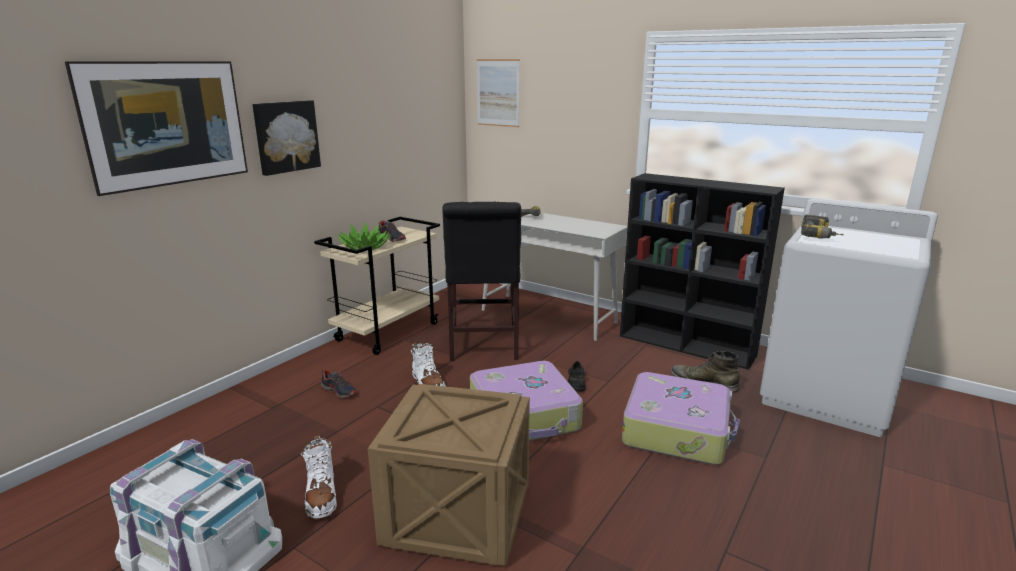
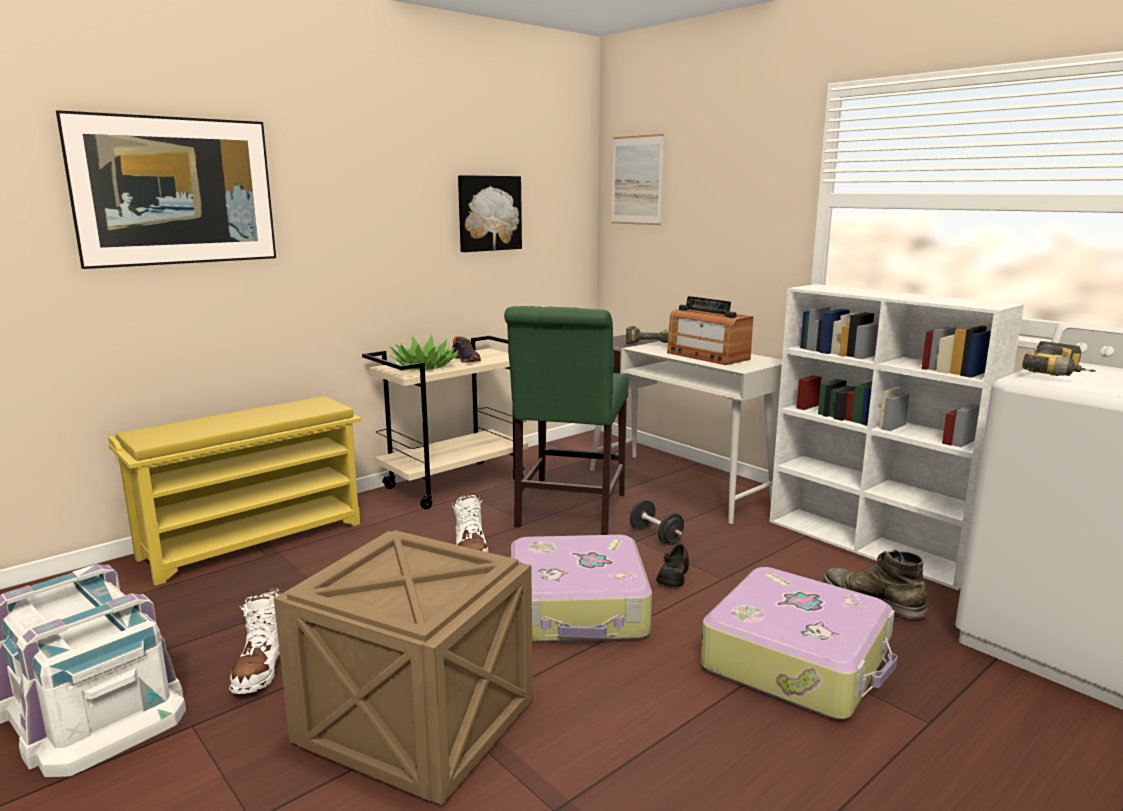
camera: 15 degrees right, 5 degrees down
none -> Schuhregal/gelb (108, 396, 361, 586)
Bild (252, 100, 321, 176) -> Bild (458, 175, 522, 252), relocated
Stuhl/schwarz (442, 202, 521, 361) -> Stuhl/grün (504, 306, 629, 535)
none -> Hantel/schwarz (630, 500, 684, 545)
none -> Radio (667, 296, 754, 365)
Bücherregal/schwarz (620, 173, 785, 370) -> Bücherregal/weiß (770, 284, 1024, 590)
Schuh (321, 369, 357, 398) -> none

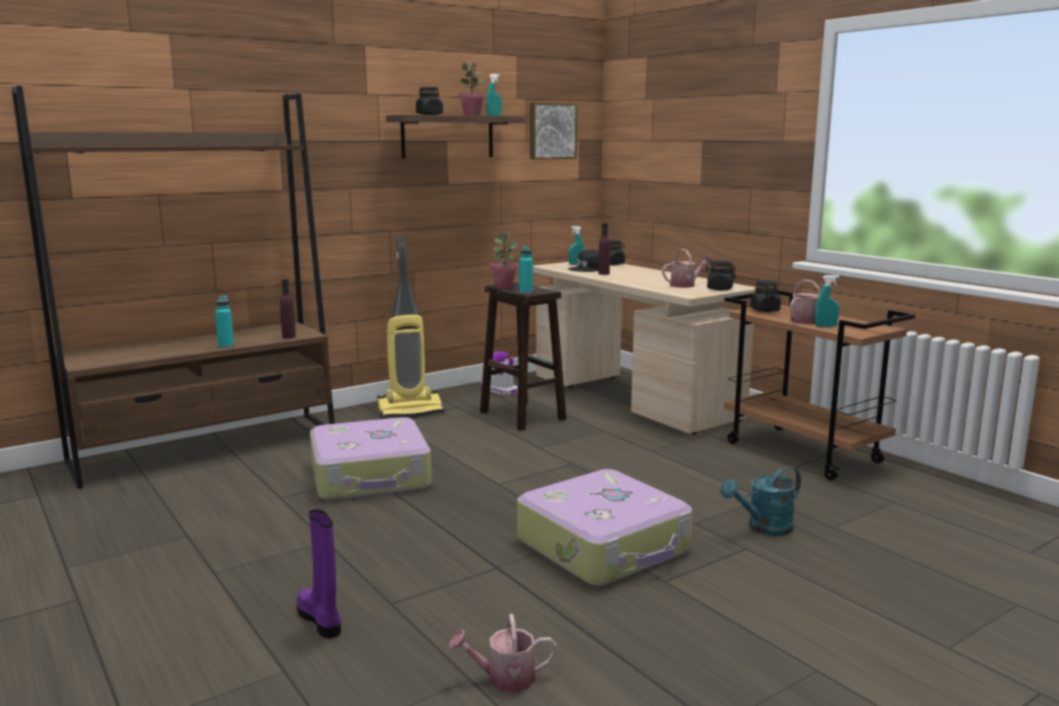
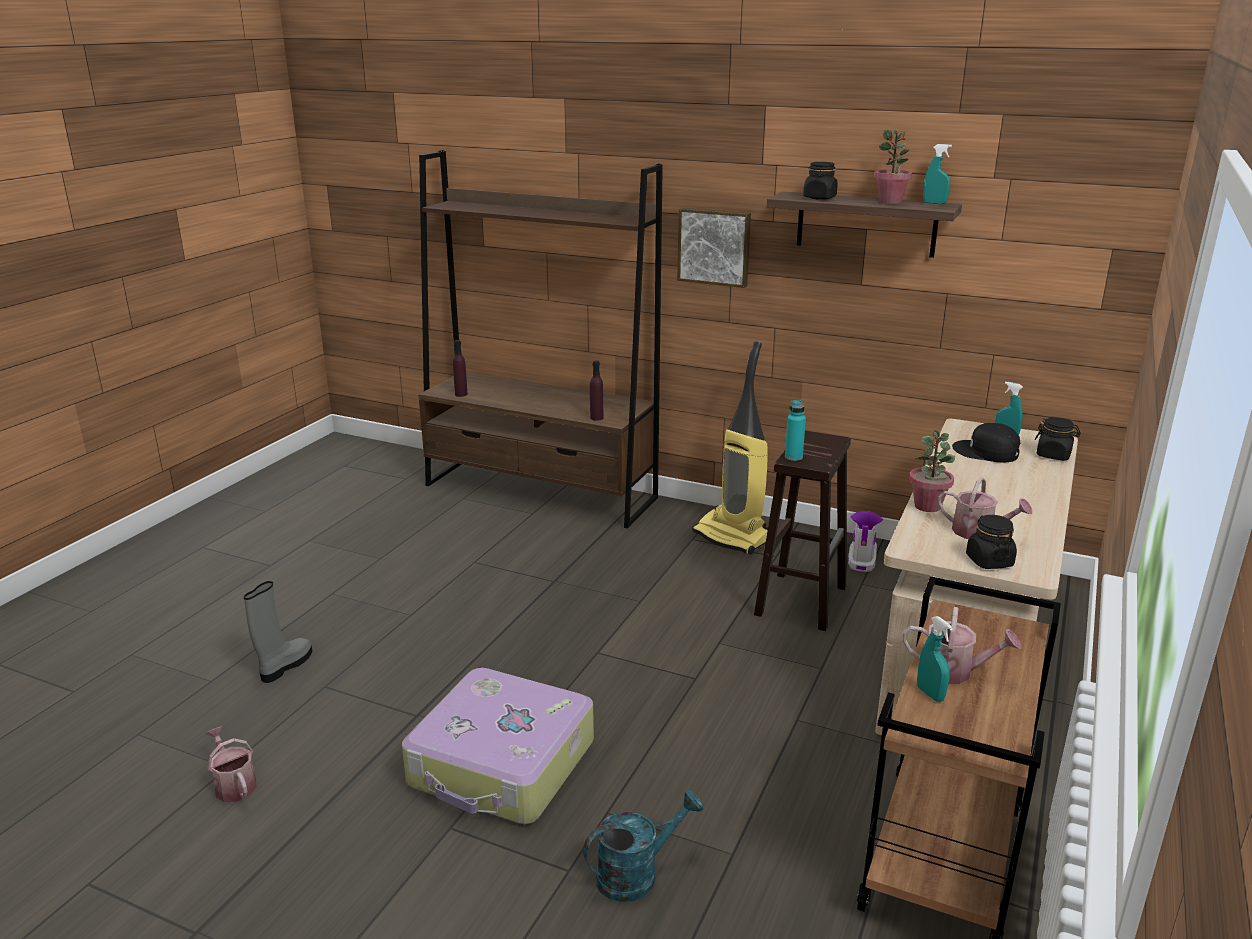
camera: 60 degrees right, 10 degrees up
Stiefel/lila (296, 509, 341, 638) -> Stiefel/grau (244, 581, 312, 683)
Flasche/lila (598, 223, 610, 275) -> Flasche/lila (453, 340, 467, 397), relocated
Gießkanne/türkis (720, 466, 801, 536) -> Gießkanne/türkis (583, 789, 704, 902), 120 degrees clockwise
Bild (530, 103, 578, 160) -> Bild (677, 208, 751, 288), relocated
Topfpflanze (490, 233, 518, 288) -> Topfpflanze (909, 430, 955, 512), relocated
Flasche/türkis (215, 295, 234, 348) -> none
Koffer (310, 417, 432, 500) -> none
Vorratsglas/schwarz (750, 280, 781, 312) -> none

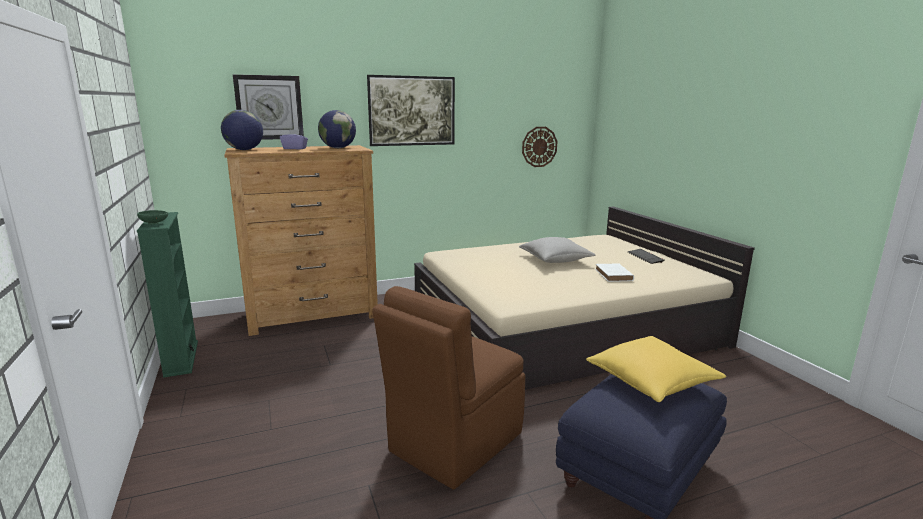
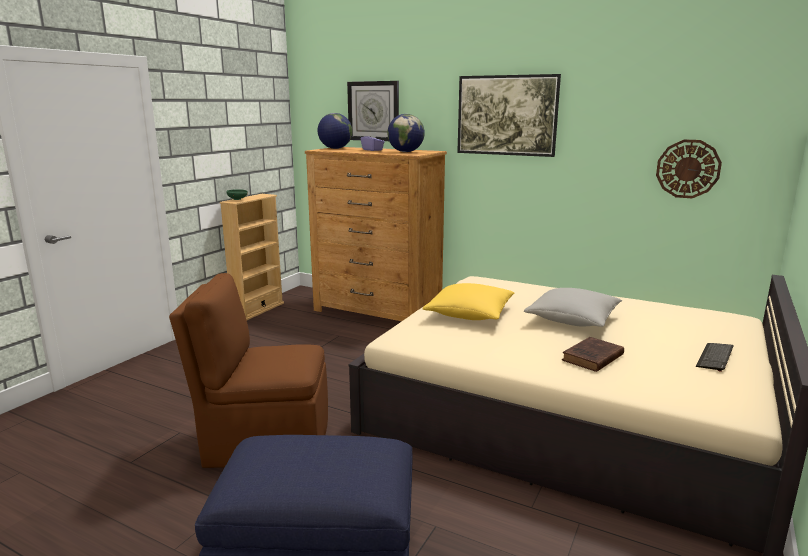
camera: 50 degrees right, 0 degrees up
Bücherregal/grün (137, 212, 198, 378) -> Bücherregal/beige (220, 194, 284, 320)
Kissen/gelb (586, 336, 726, 402) -> Kissen/gelb (423, 283, 514, 320), relocated
Buch/weiß (595, 263, 634, 282) -> Buch/braun (562, 337, 624, 372)

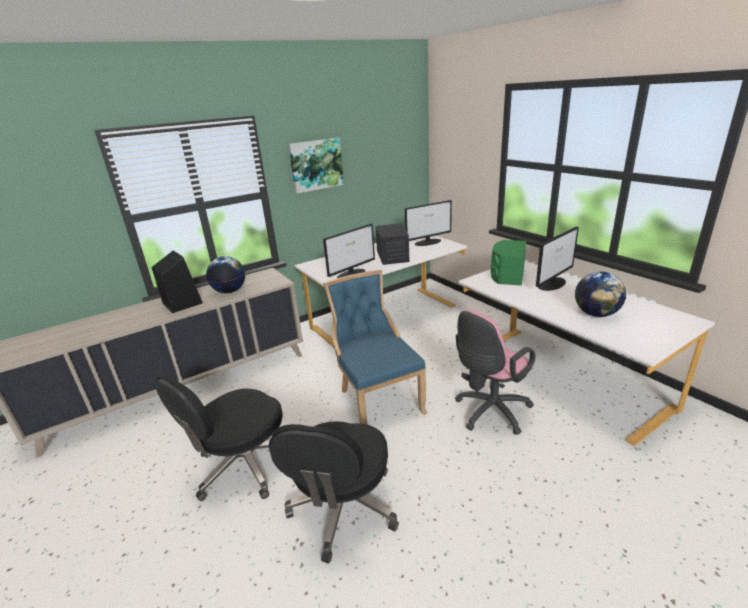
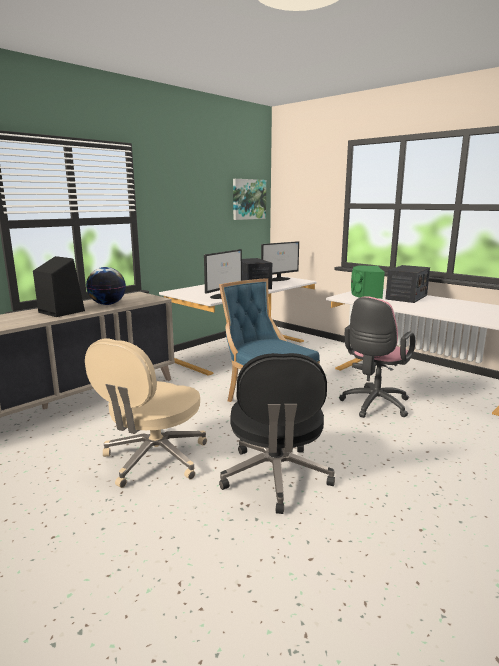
camera: 15 degrees left, 10 degrees down
Bürostuhl/schwarz (155, 374, 283, 501) -> Bürostuhl/beige (85, 339, 207, 488)
Bild (288, 138, 344, 193) -> Bild (233, 179, 266, 220), relocated
Monitor (536, 227, 579, 291) -> Radio (386, 265, 430, 303)
Globus (575, 271, 626, 317) -> none

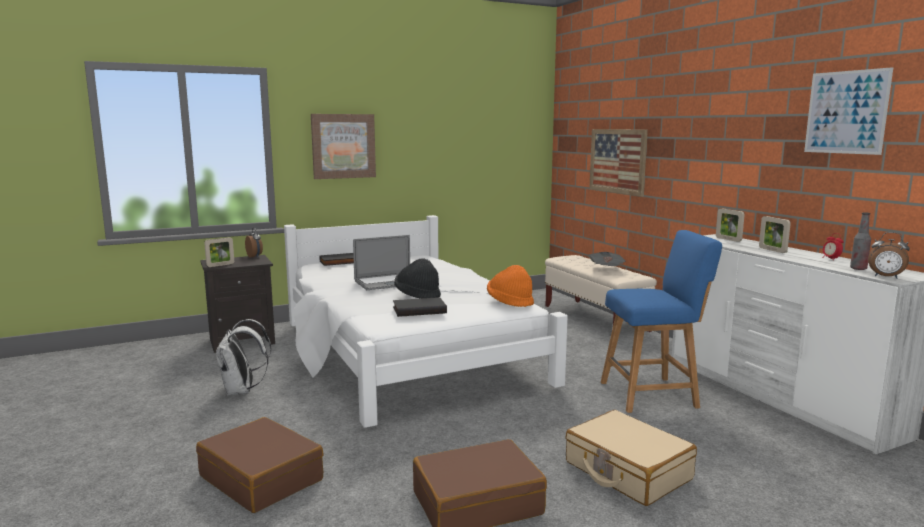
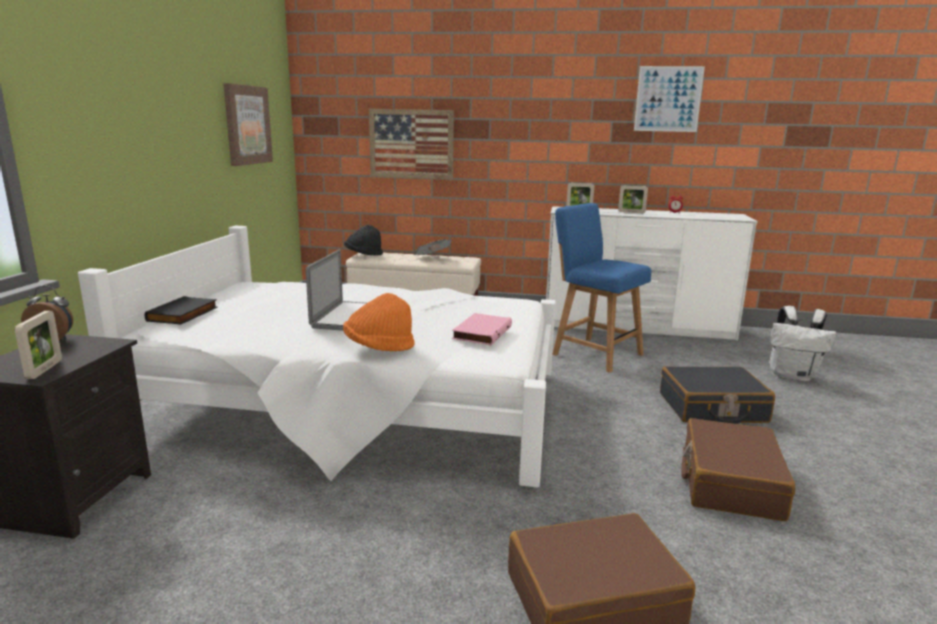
camera: 55 degrees left, 5 degrees up
Bild (311, 114, 376, 179) -> Bild (223, 83, 273, 166), relocated
Hut/orange (487, 265, 534, 307) -> Hut/orange (343, 293, 415, 351), relocated
Hut/schwarz (394, 258, 441, 298) -> Hut/schwarz (344, 225, 383, 256), relocated
Buch/schwarz (393, 297, 447, 317) -> Buch/rosa (452, 313, 512, 346)
Stuhl/blau (601, 230, 722, 413) -> Stuhl/blau (552, 203, 651, 373), 75 degrees counterclockwise
Koffer/beige (565, 410, 697, 506) -> Koffer/schwarz (660, 366, 775, 424)
Rucksack/weiß (216, 319, 271, 396) -> Rucksack/weiß (769, 306, 836, 382), relocated
Flasche (850, 212, 871, 270) -> none
Wecker (868, 232, 910, 279) -> none

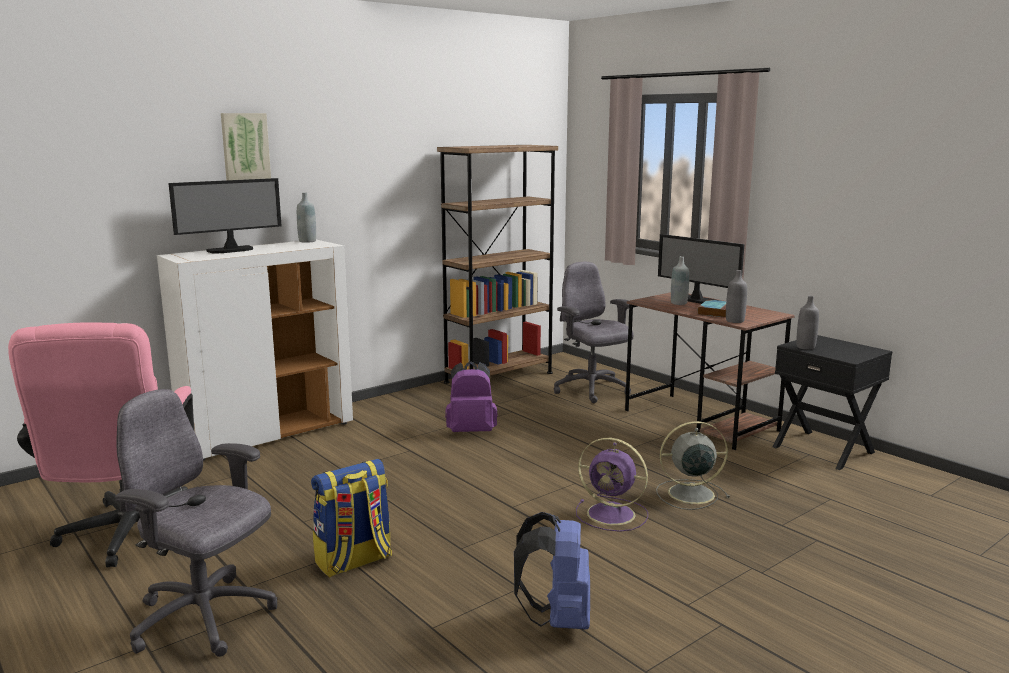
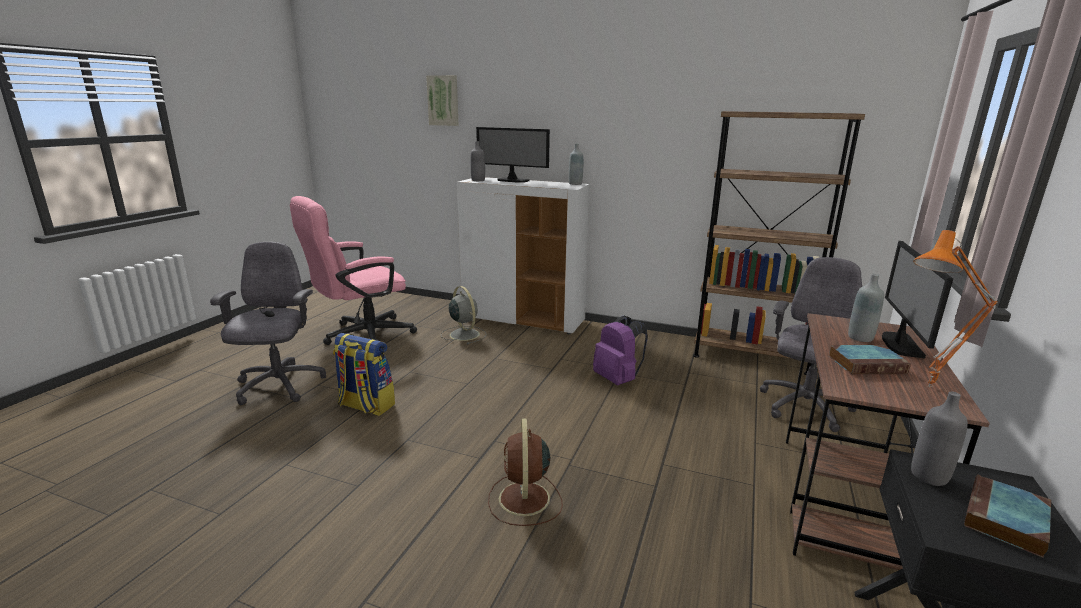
camera: 60 degrees right, 5 degrees up
Bild (221, 113, 271, 180) -> Bild (426, 75, 459, 126), relocated
Ventilator/grau (656, 421, 730, 510) -> Ventilator/grau (441, 286, 487, 344), relocated
Flasche/grau (726, 270, 747, 323) -> Flasche/grau (471, 141, 485, 181), relocated
Ventilator/lila (576, 438, 648, 532) -> Ventilator/braun (488, 418, 563, 526)
none -> Tischlampe/orange (913, 230, 998, 387)
none -> Buch (964, 474, 1051, 558)
Rucksack/blau (514, 512, 590, 630) -> none

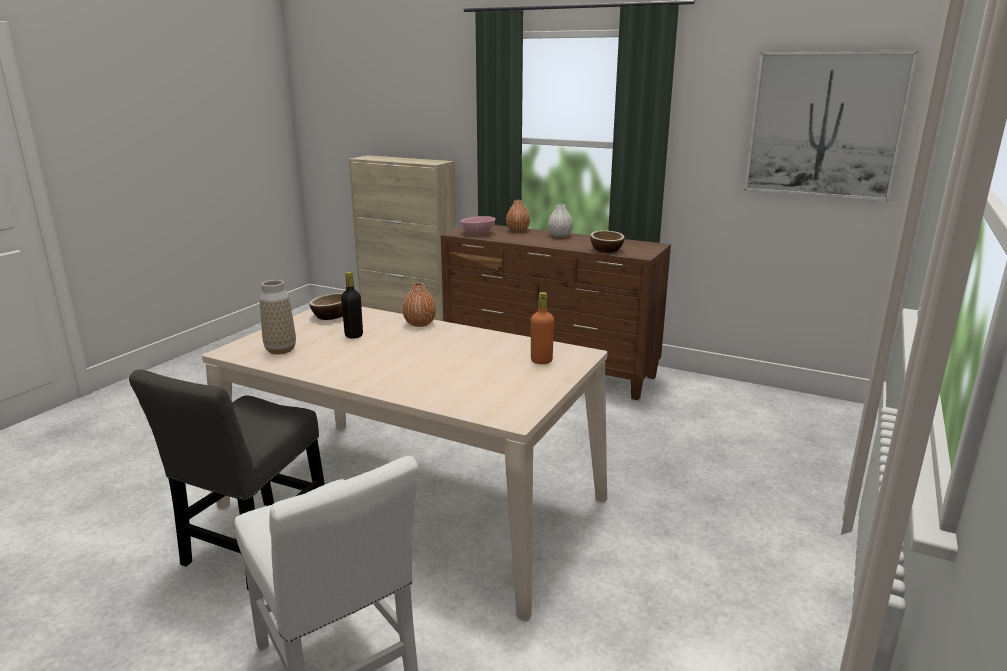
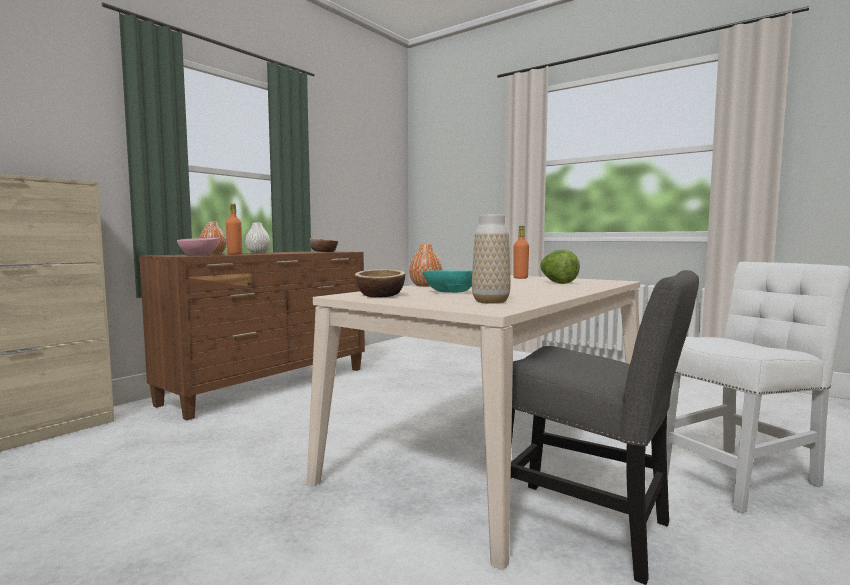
camera: 80 degrees left, 15 degrees down
none -> Flasche/orange (226, 204, 242, 255)
Flasche/schwarz (341, 272, 363, 339) -> Schüssel/türkis (423, 270, 472, 293)
none -> Salatkopf (540, 249, 580, 284)
Bild (744, 51, 918, 202) -> none

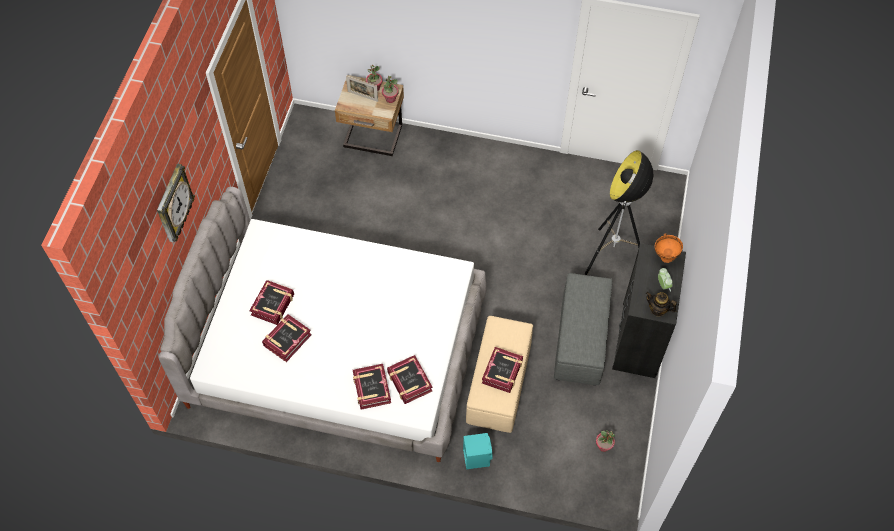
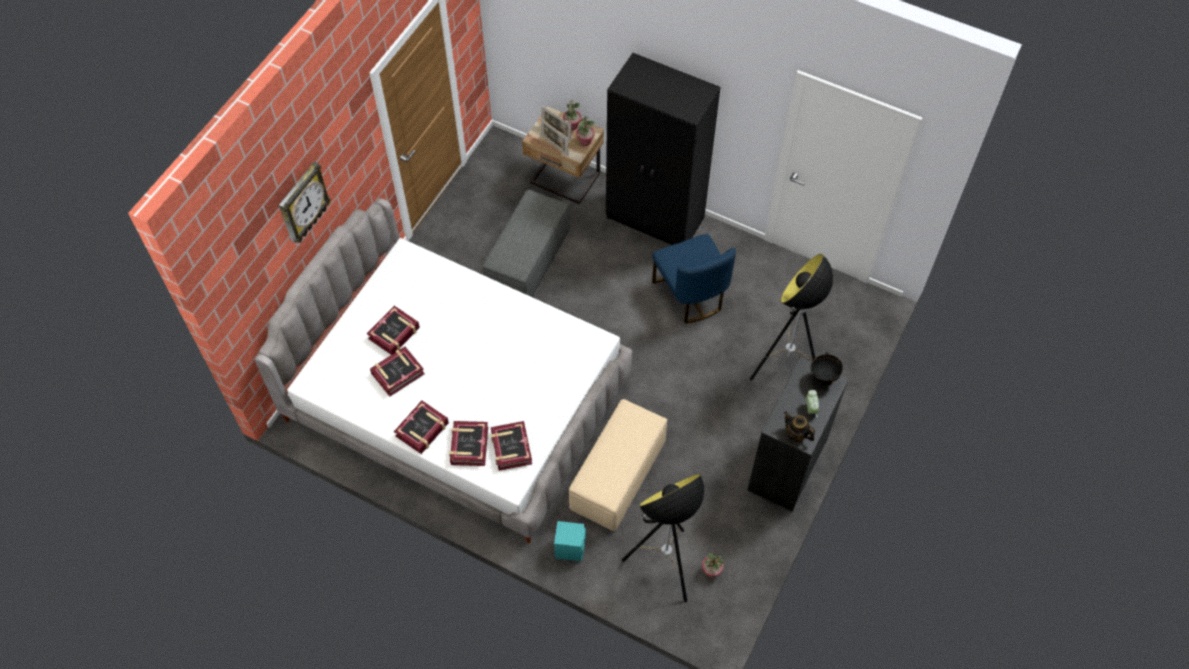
camera: 15 degrees right, 0 degrees up
Buch (482, 347, 523, 393) -> Buch (394, 401, 449, 454), relocated
Polsterhocker/grau (554, 273, 612, 386) -> Polsterhocker/grau (482, 190, 570, 297), relocated
none -> Bilderrahmen (541, 119, 568, 156)
none -> Kleiderschrank/schwarz (606, 53, 720, 245)
none -> Stehlampe (622, 474, 705, 602)
none -> Stuhl/blau (652, 234, 736, 324)
Schüssel/orange (655, 234, 683, 263) -> Schüssel/schwarz (811, 352, 843, 386)

